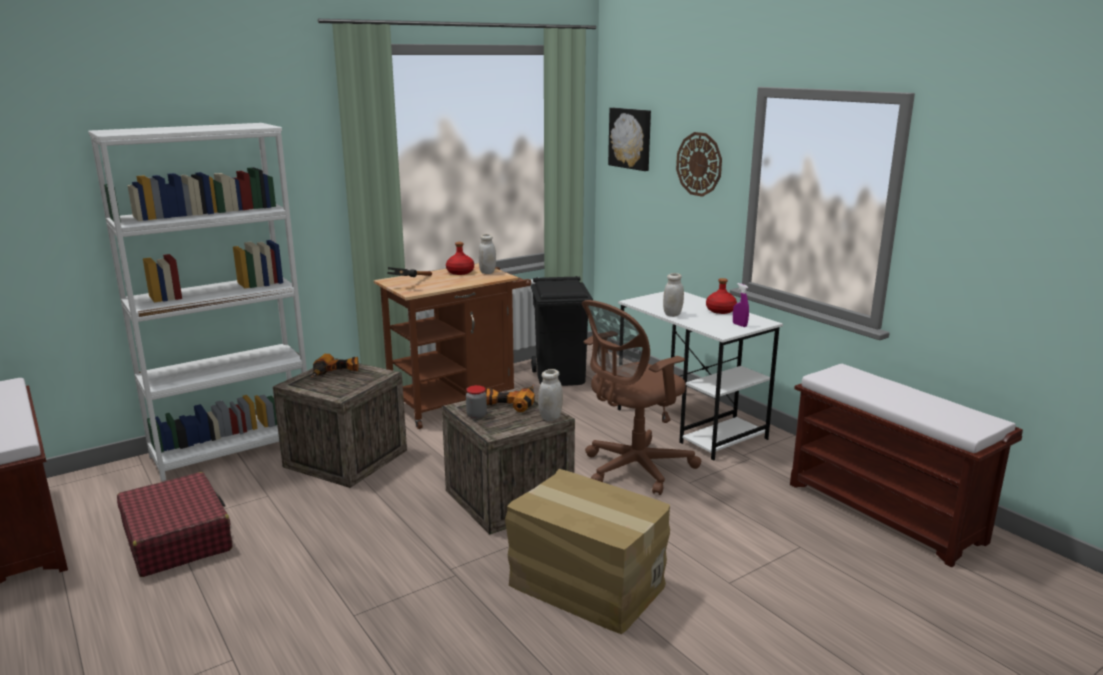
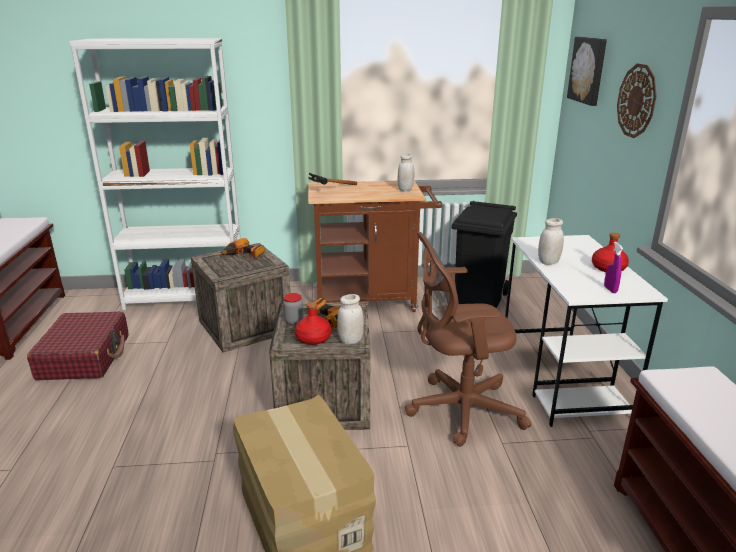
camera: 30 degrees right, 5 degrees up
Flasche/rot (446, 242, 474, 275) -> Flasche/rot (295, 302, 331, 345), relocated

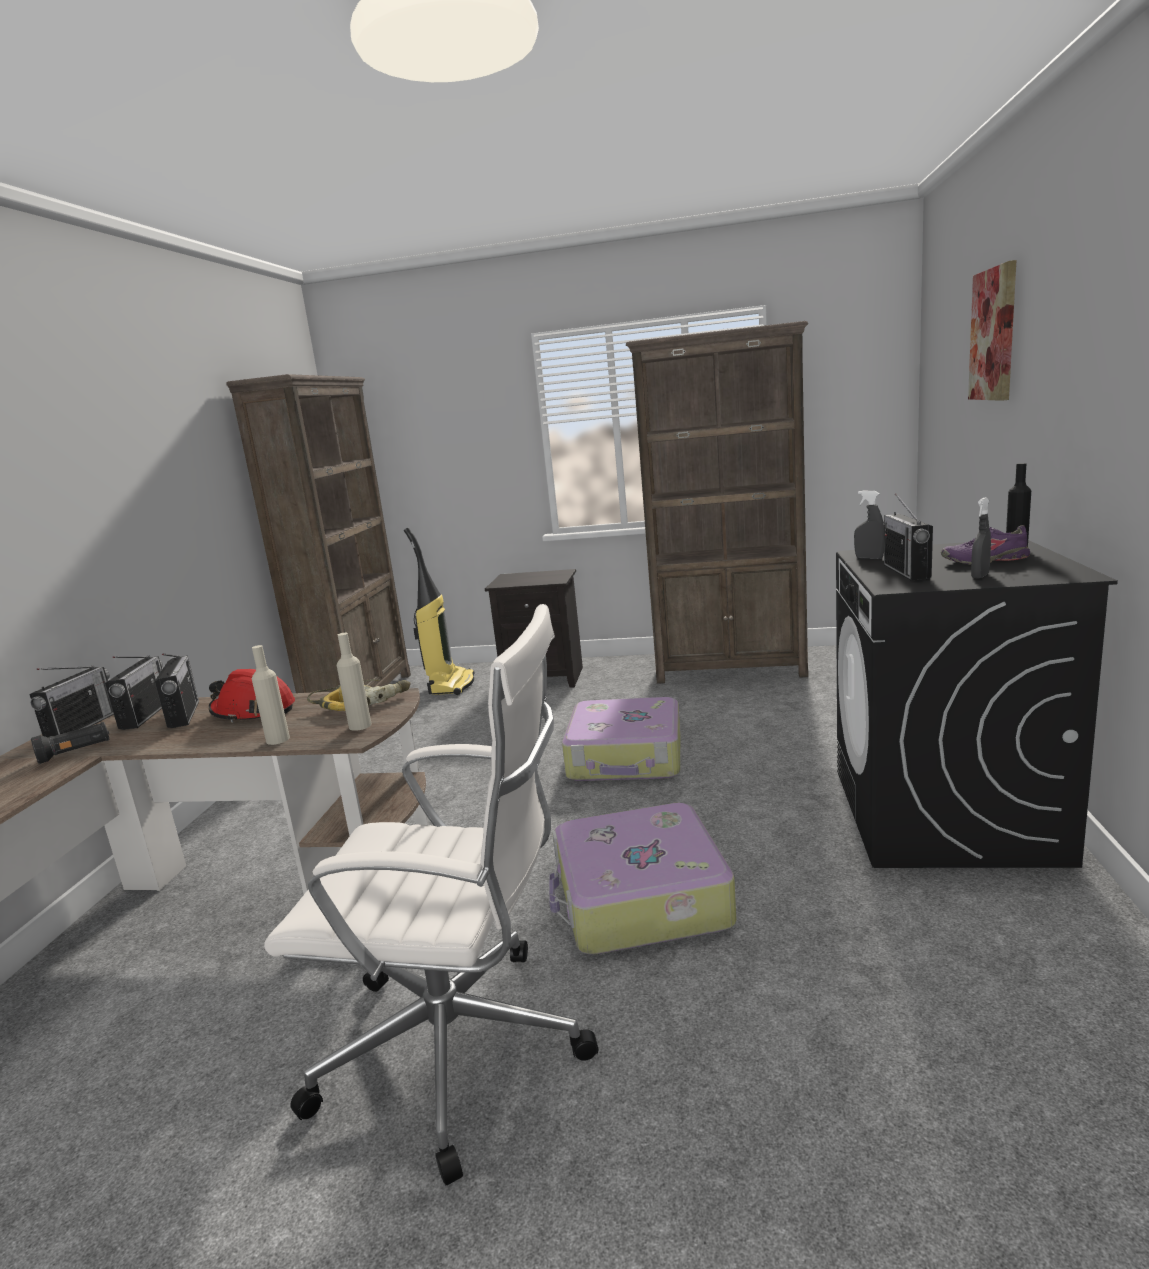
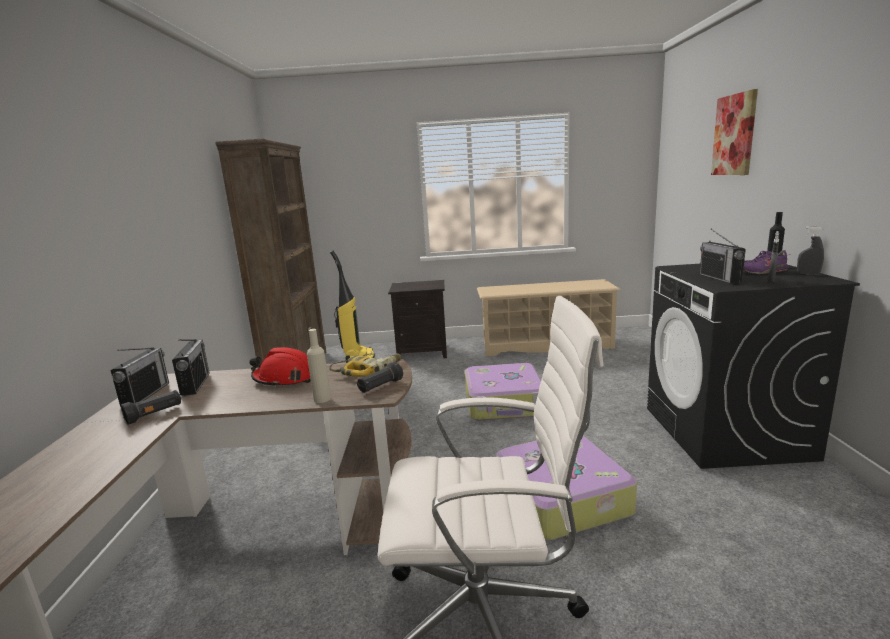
camera: 10 degrees left, 0 degrees up
Flasche/beige (337, 633, 371, 731) -> Taschenlampe/schwarz (357, 362, 403, 393)
Bücherregal/braun (626, 321, 808, 684) -> Schuhregal/beige (477, 279, 621, 356)
Sprühflasche/grau (854, 491, 884, 559) -> Sprühflasche/grau (797, 226, 824, 275), relocated
Radio (155, 654, 199, 728) -> none

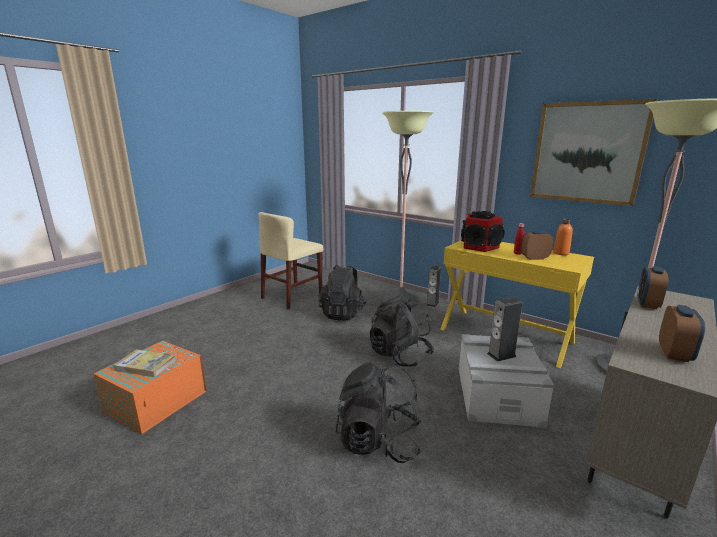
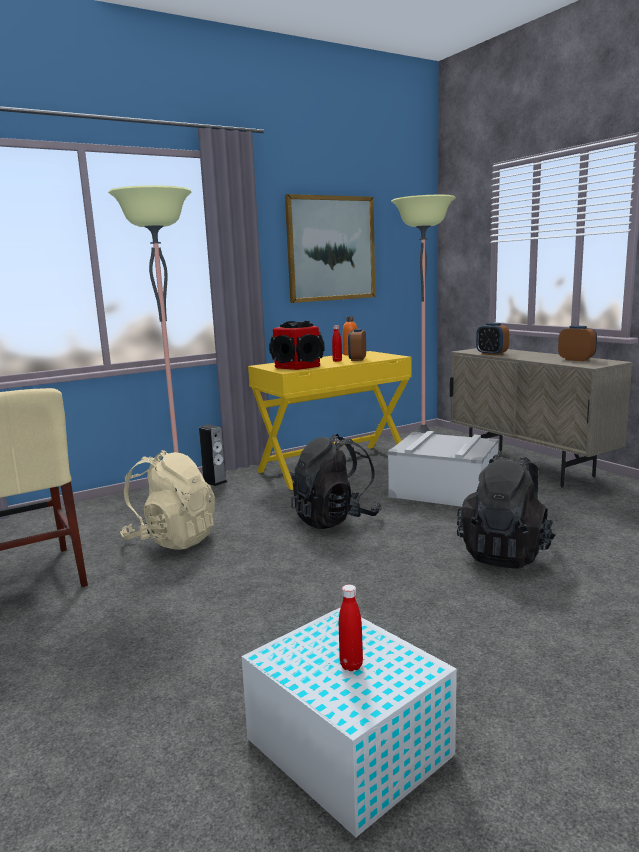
camera: 70 degrees left, 5 degrees down
Rucksack/schwarz (318, 265, 366, 321) -> Rucksack/beige (120, 450, 215, 550)
Aufbewahrungsbox/orange (93, 341, 206, 434) -> Aufbewahrungsbox/weiß (241, 607, 457, 837)
Buch (113, 350, 176, 377) -> Flasche/rot (339, 585, 363, 671)
Lautsprecher (487, 297, 522, 362) -> none

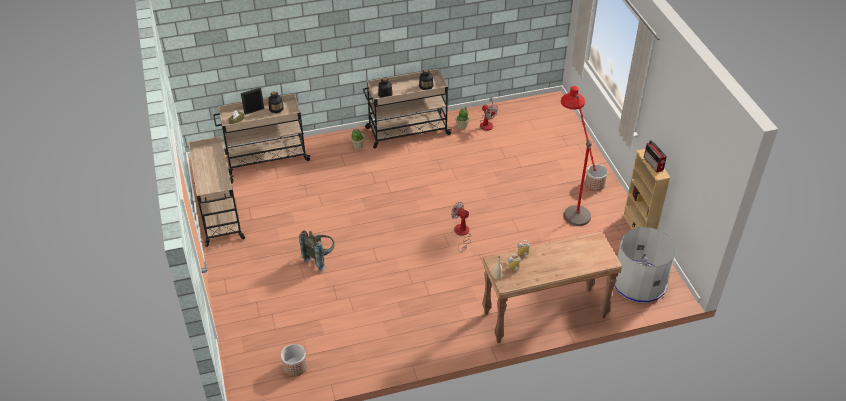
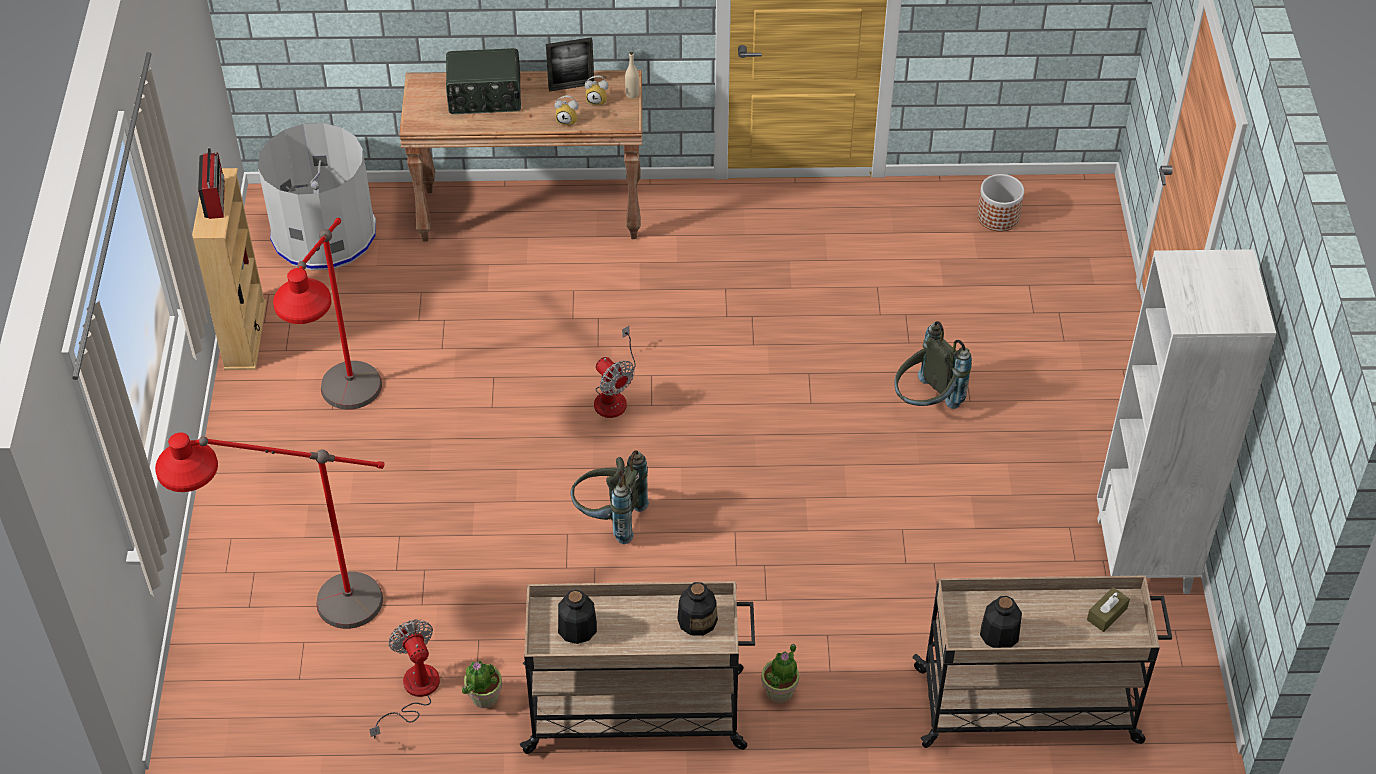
camera: 165 degrees left, 5 degrees up
none -> Stehlampe/rot (155, 433, 385, 629)
none -> Radio (446, 48, 521, 114)
Bilderrahmen (241, 87, 264, 115) -> Bilderrahmen (546, 37, 594, 92), relocated
none -> Rucksack/grau (570, 450, 649, 544)
Rollwagen/beige (188, 136, 245, 247) -> Bücherregal/weiß (1097, 249, 1276, 594)
Pflanzkübel (585, 164, 607, 191) -> none

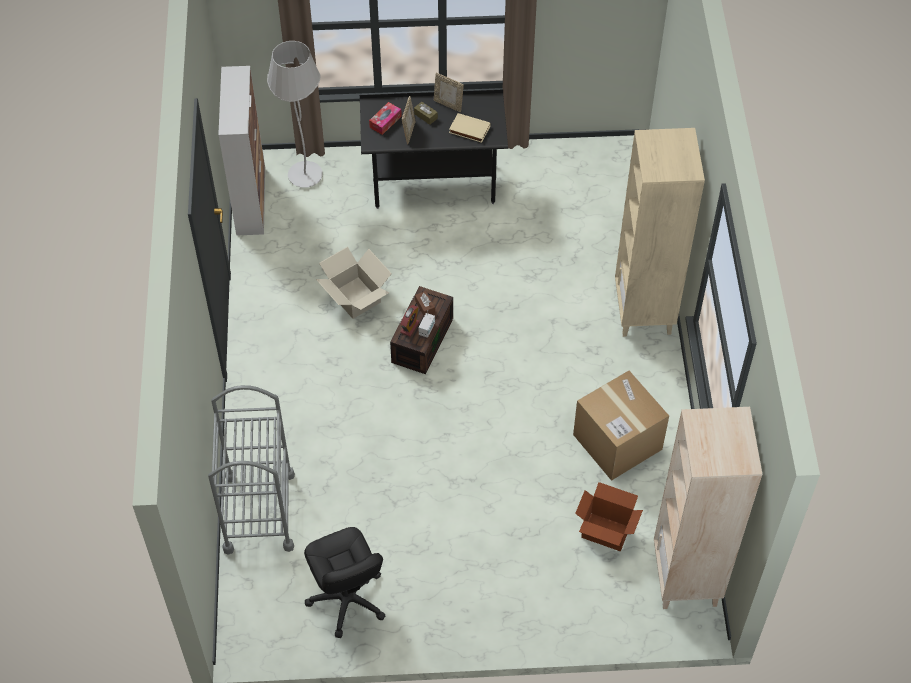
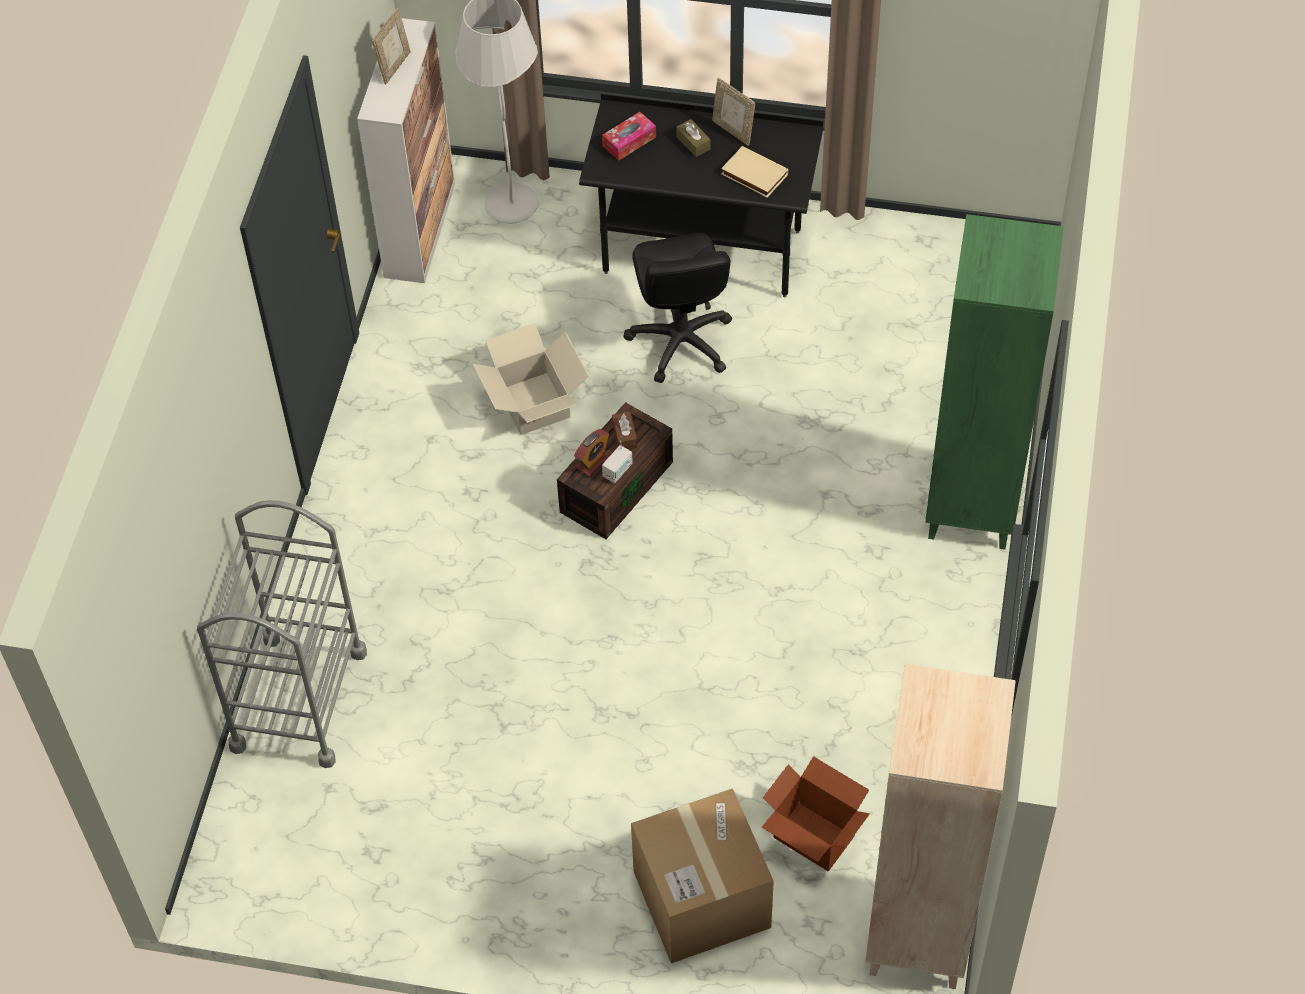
camera: 15 degrees right, 0 degrees up
Bilderrahmen (402, 96, 416, 144) -> Bilderrahmen (372, 8, 411, 84), relocated
Bürostuhl/schwarz (304, 527, 385, 638) -> Bürostuhl/schwarz (623, 233, 732, 383), relocated
Karton (573, 371, 669, 481) -> Karton (631, 788, 774, 963), relocated
Bücherregal/beige (615, 128, 705, 337) -> Bücherregal/grün (925, 214, 1064, 550)

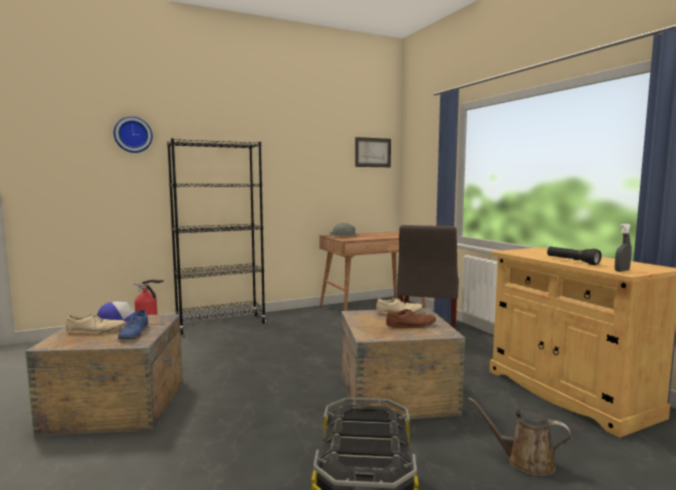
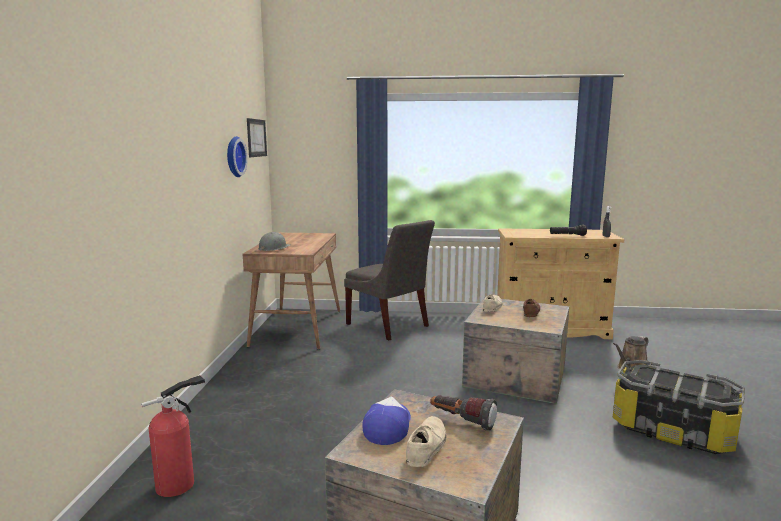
camera: 60 degrees left, 5 degrees up
Wanduhr (114, 116, 153, 153) -> Wanduhr (227, 136, 248, 177), relocated
Schuh/blau (118, 310, 148, 339) -> Taschenlampe (430, 395, 497, 431)
Bücherregal/schwarz (167, 138, 266, 335) -> none

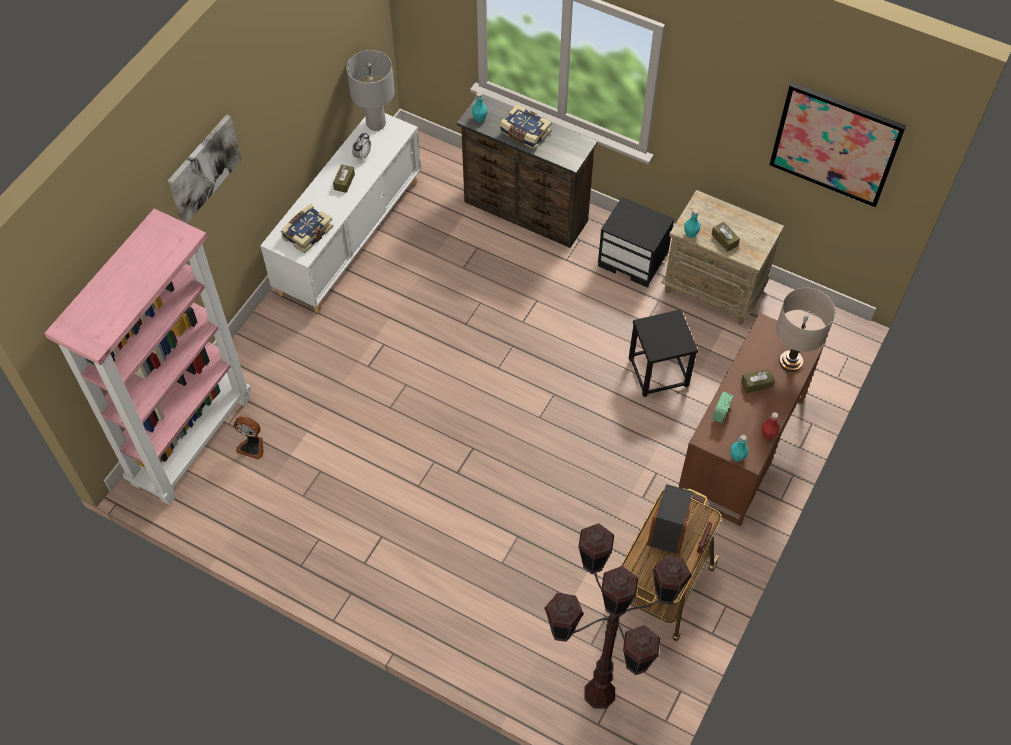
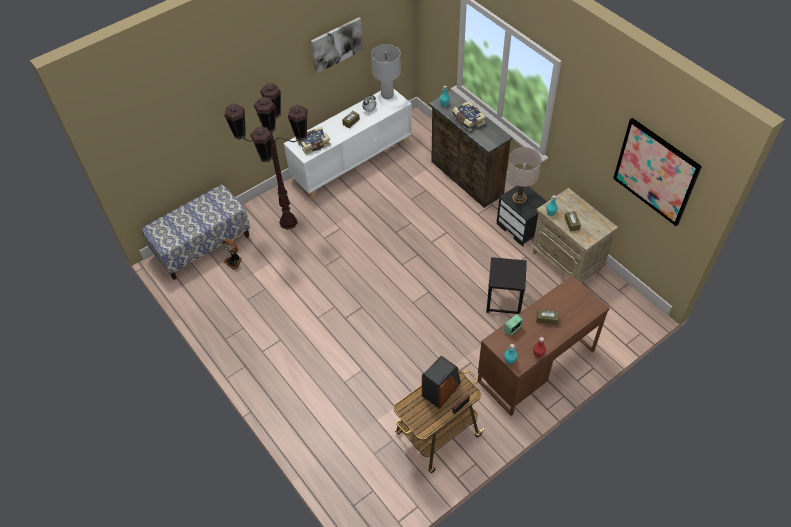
camera: 25 degrees right, 5 degrees down
Bücherregal/rosa (44, 209, 251, 505) -> Bank (141, 184, 250, 280)
Stehlampe/braun (544, 523, 692, 709) -> Stehlampe/braun (225, 83, 308, 230), relocated
Bild (168, 114, 242, 224) -> Bild (311, 17, 363, 73), relocated
Tischlampe/beige (776, 288, 835, 372) -> Tischlampe/beige (507, 147, 542, 205), relocated

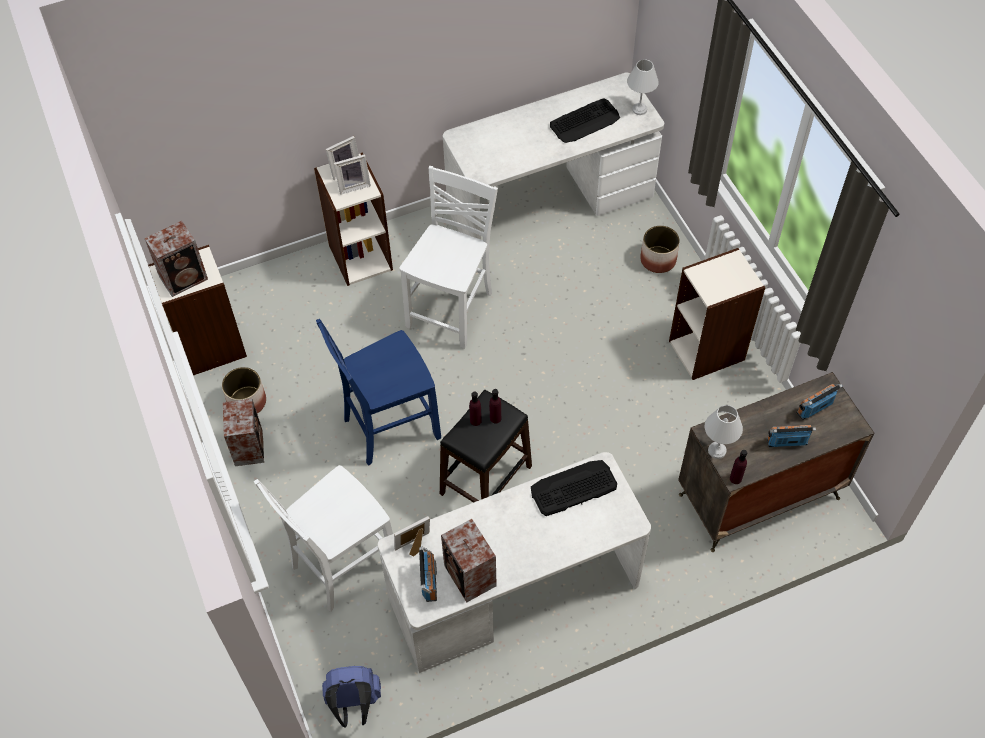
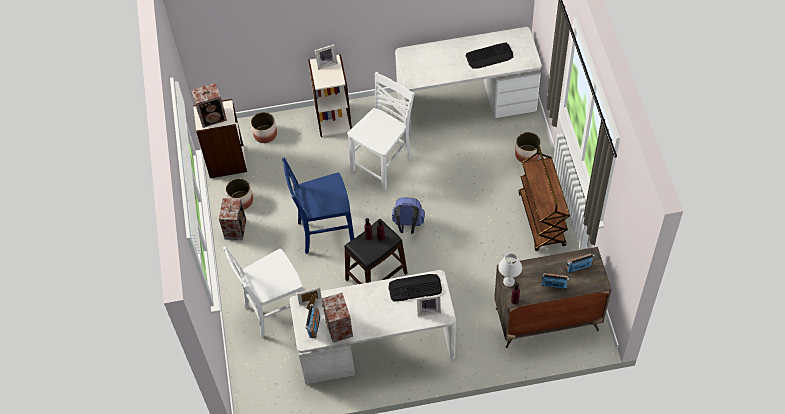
camera: 15 degrees right, 0 degrees up
none -> Pflanzkübel (251, 112, 277, 143)
Rucksack/blau (322, 666, 381, 728) -> Rucksack/blau (392, 197, 425, 234), relocated
Bilderrahmen (334, 154, 371, 195) -> Bilderrahmen (417, 295, 441, 317), relocated
Bücherregal (669, 248, 765, 380) -> Rollwagen/braun (519, 146, 570, 251)
Tischlampe/weiß (627, 59, 659, 115) -> none

